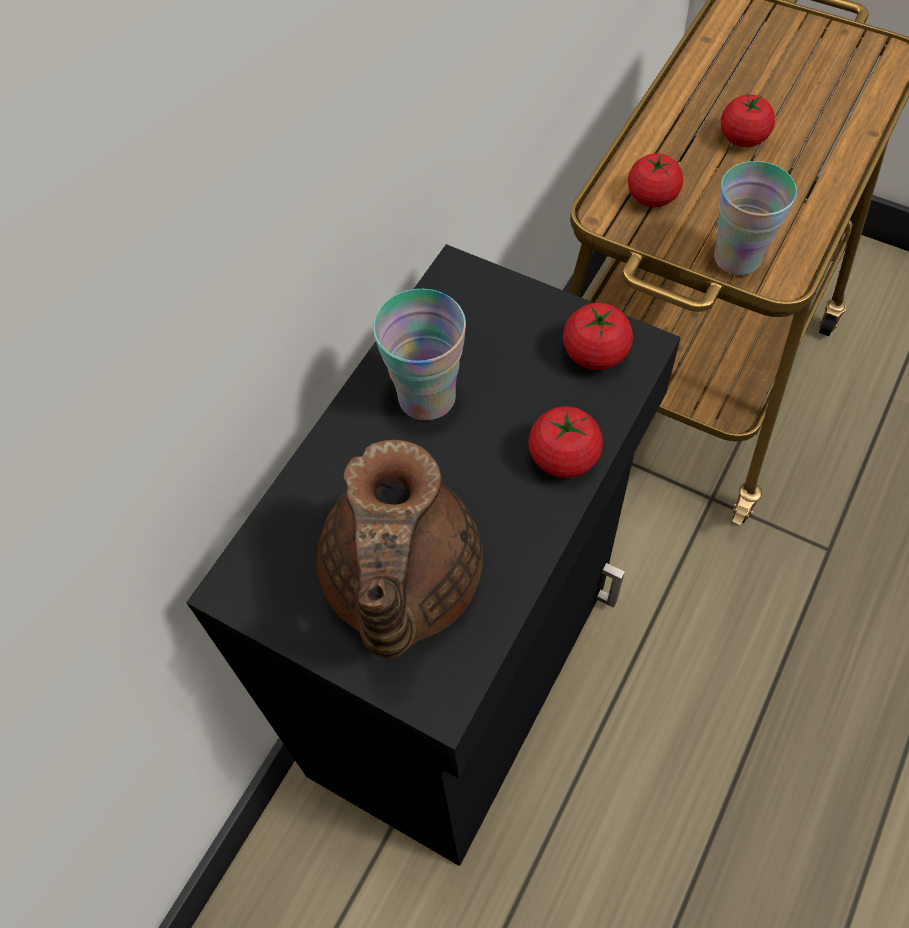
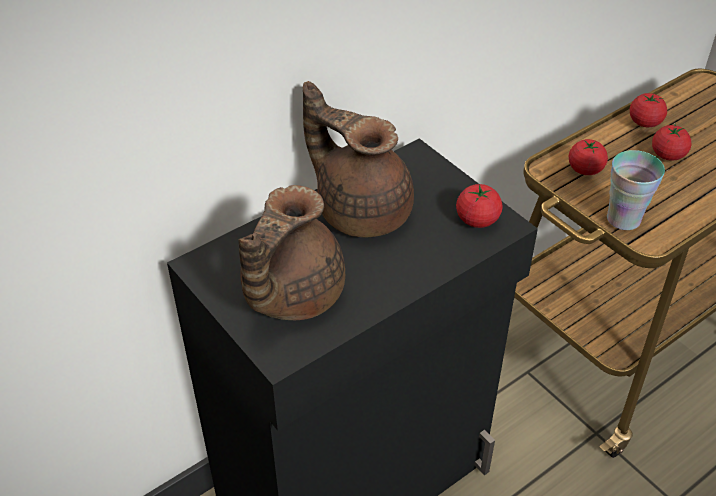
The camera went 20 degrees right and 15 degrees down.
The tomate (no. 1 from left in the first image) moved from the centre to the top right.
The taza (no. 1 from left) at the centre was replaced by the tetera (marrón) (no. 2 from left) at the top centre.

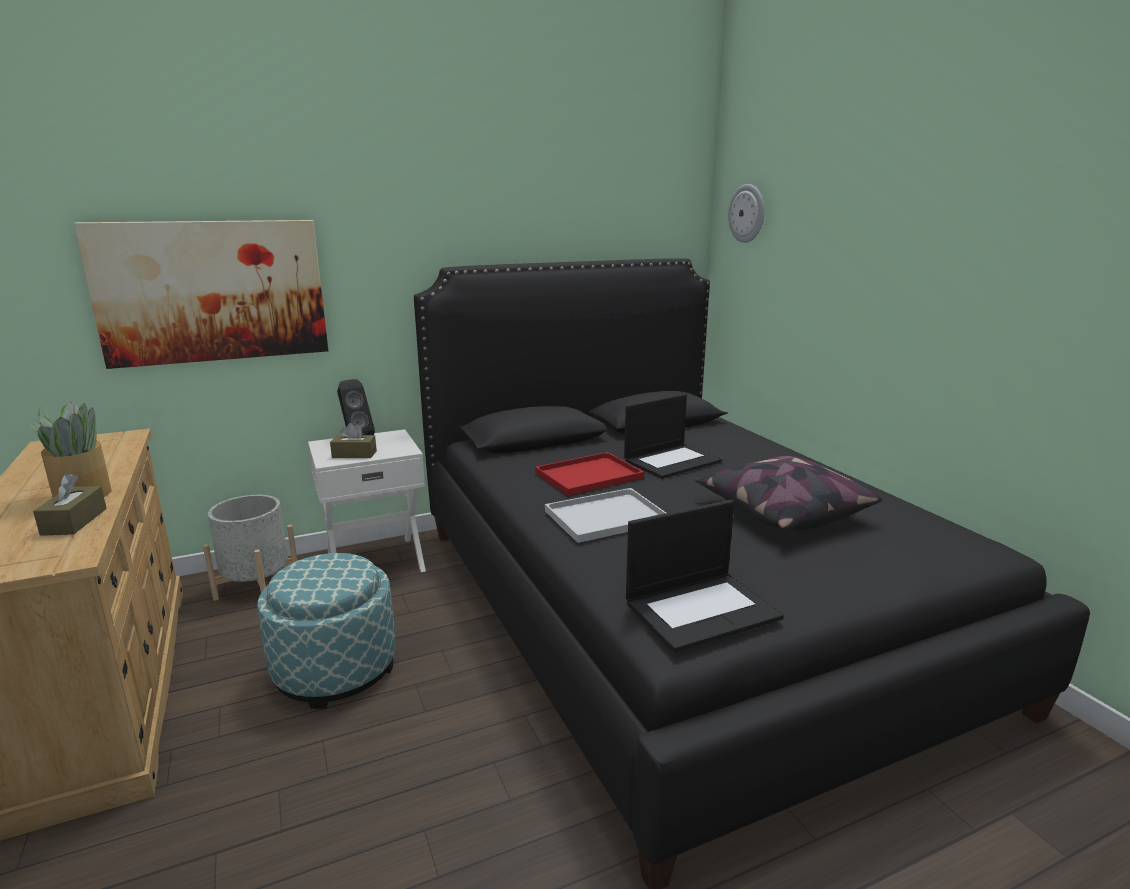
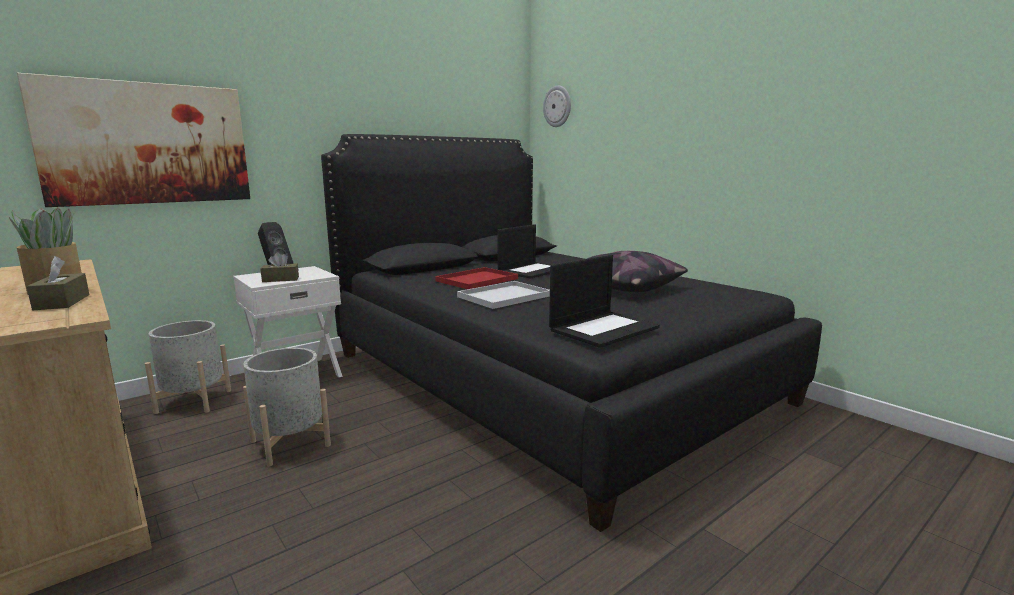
The camera went 15 degrees left and 5 degrees down.
The puf at the bottom left was replaced by the maceta (gris) (no. 2 from left) at the bottom left.

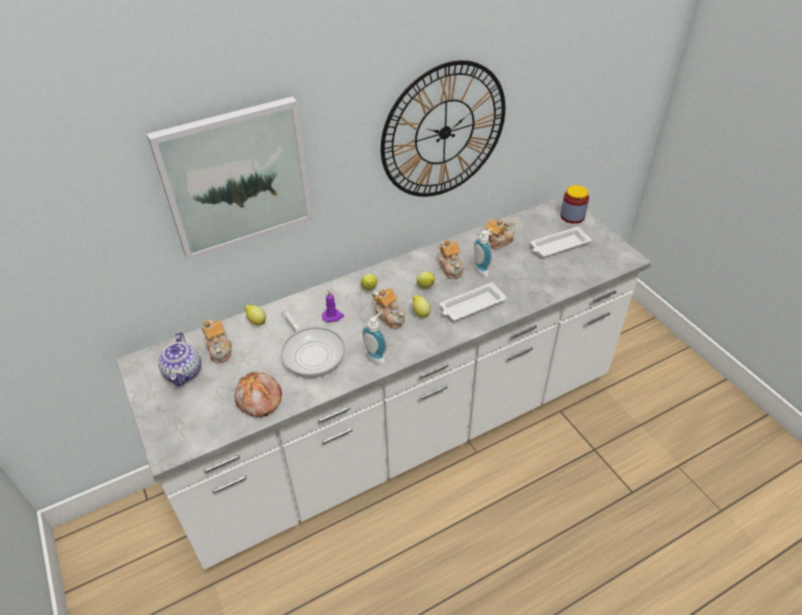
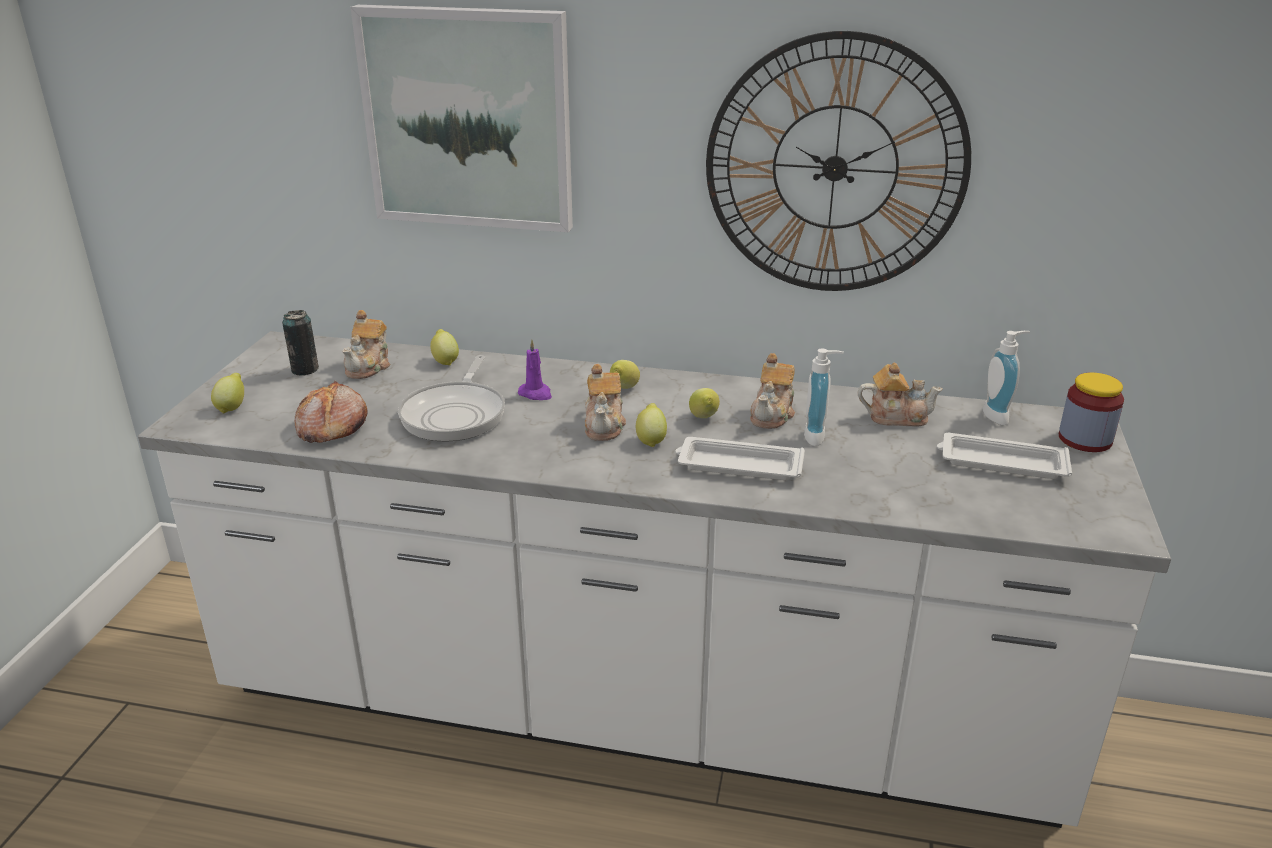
The camera went 40 degrees right and 15 degrees down.
The limón (no. 1 from left) at the middle left appeared.
The dispensador de jabón (no. 1 from left in the first image) moved from the centre to the middle right.
The tetera (no. 1 from left) at the middle left was replaced by the lata at the middle left.

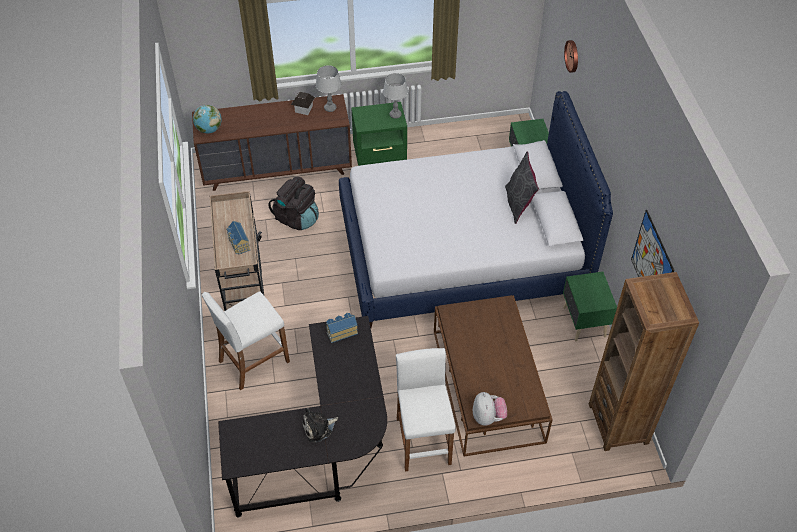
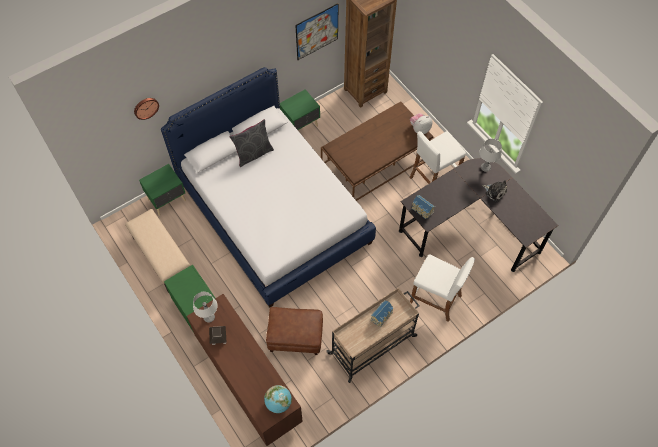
The camera went 115 degrees left and 10 degrees up.
The banco (beis) at the middle left appeared.
The lámpara de mesa (gris) (no. 2 from left) moved from the top centre to the middle right.
The mochila (negro) at the centre was replaced by the puf (marrón) at the bottom centre.

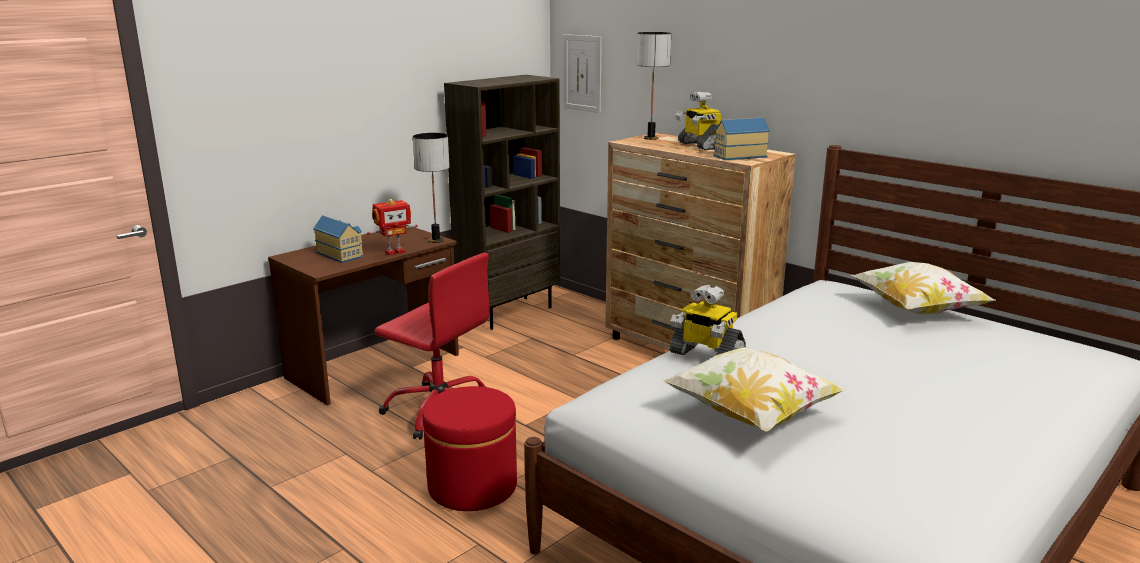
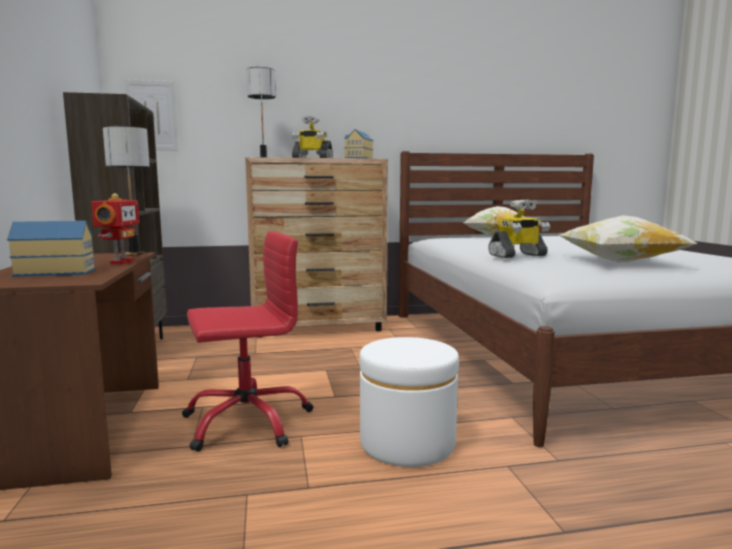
The camera went 55 degrees left and 10 degrees down.
The puf (rojo) at the bottom centre became the puf (blanco) at the bottom centre.

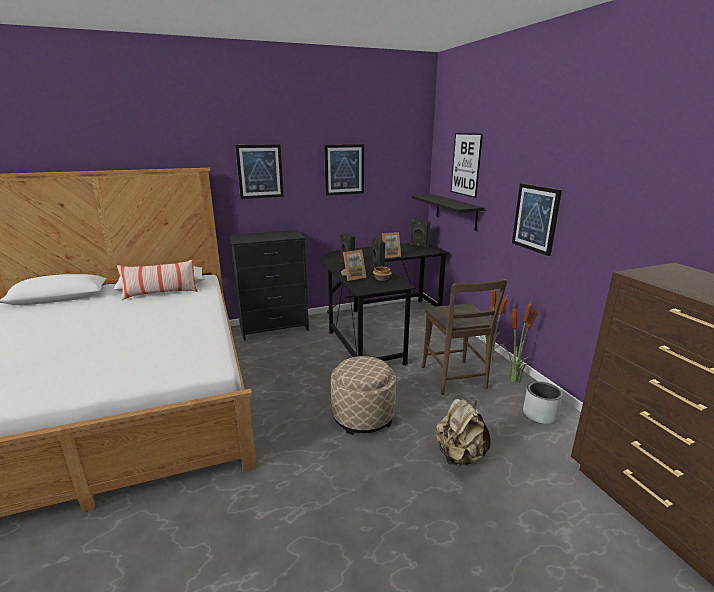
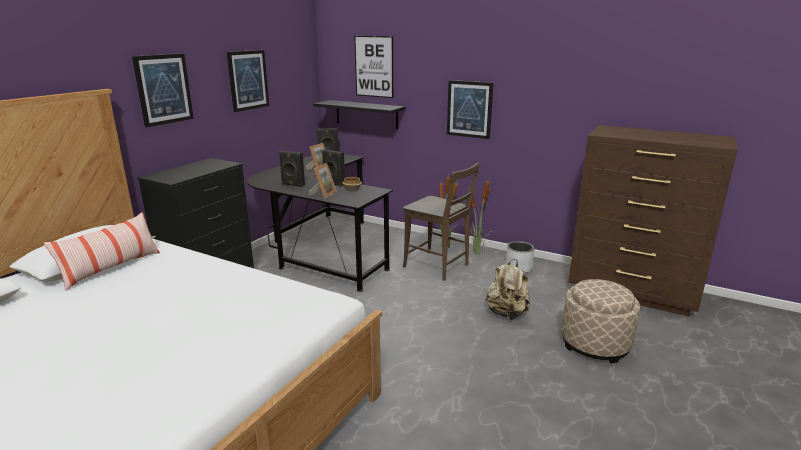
The camera went 40 degrees left and 0 degrees up.
The puf (beis) moved from the bottom centre to the bottom right.

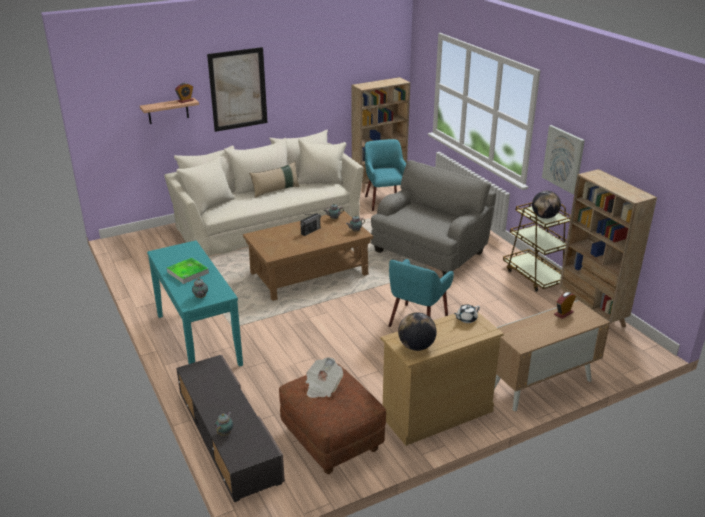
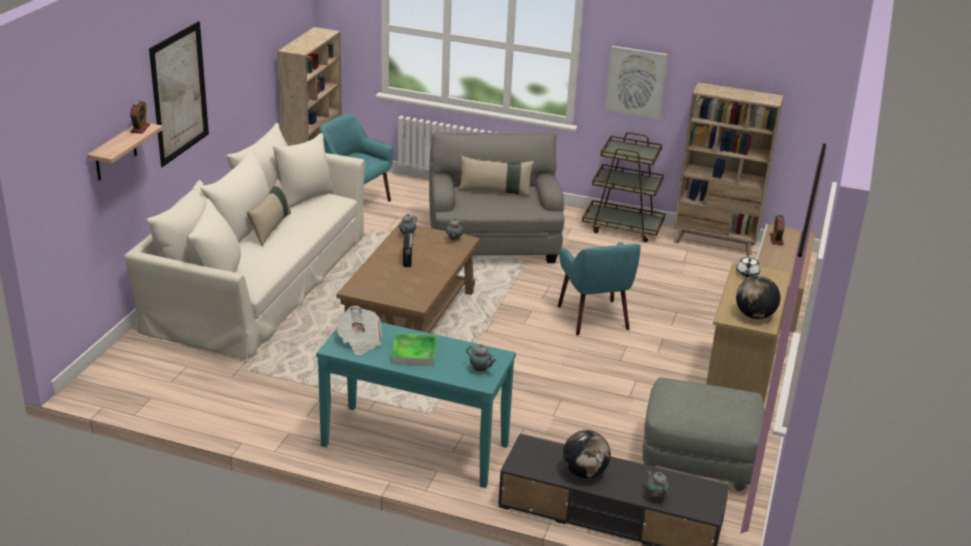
The camera went 45 degrees left and 0 degrees up.
The cojín (beis) (no. 2 from left) at the top centre appeared.
The periódico moved from the bottom centre to the centre.
The globo terráqueo (no. 2 from left in the first image) moved from the middle right to the bottom centre.
The puf (marrón) at the bottom centre became the puf (gris) at the bottom right.

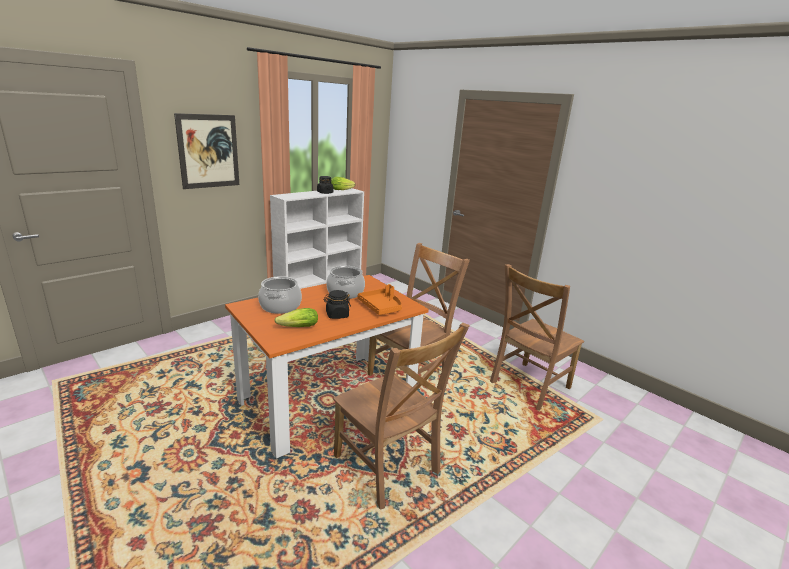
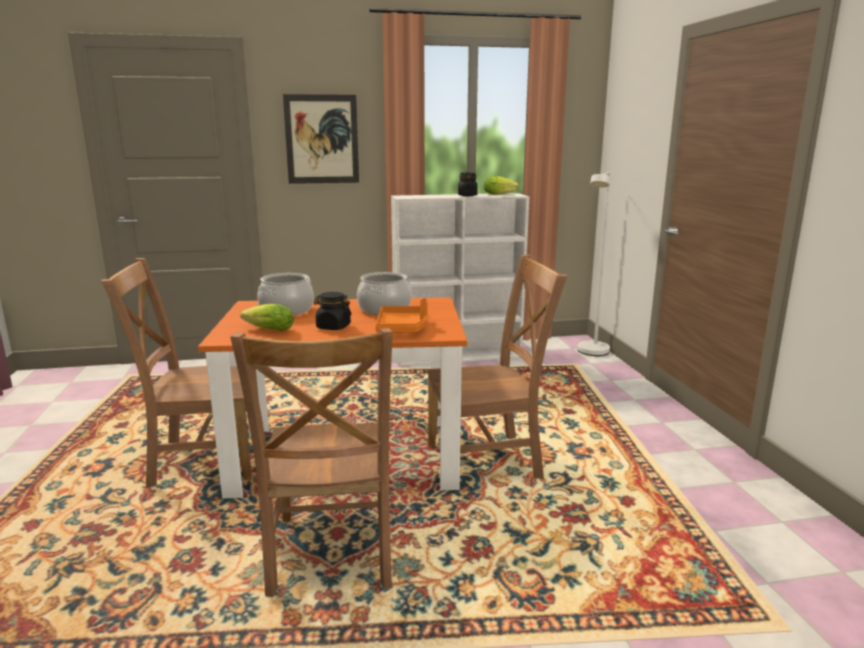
The camera went 35 degrees right and 5 degrees down.
The lámpara de pie (blanco) at the middle right appeared.
The silla (marrón) (no. 3 from left in the first image) moved from the middle right to the middle left.

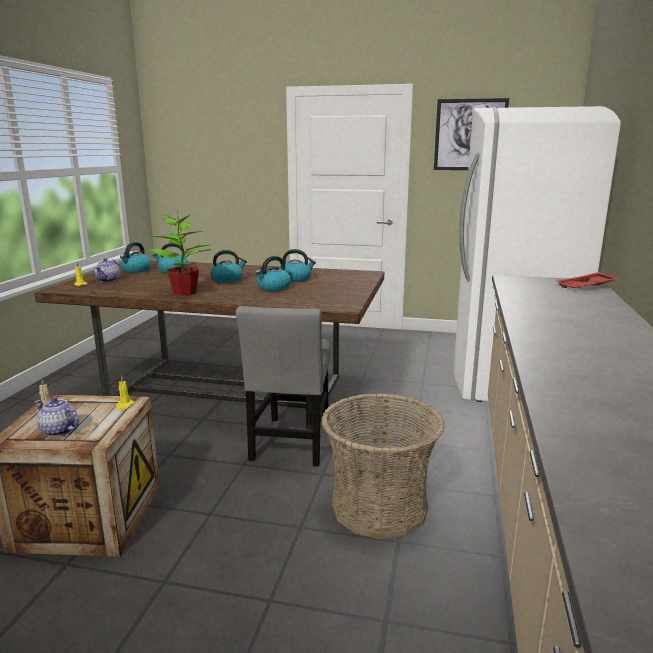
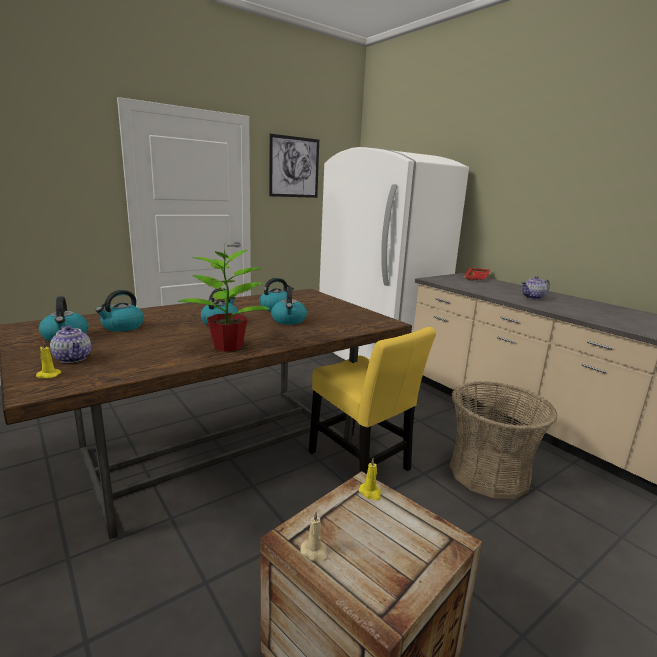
The camera went 50 degrees left and 0 degrees up.
The tetera (no. 1 from left in the first image) moved from the middle left to the middle right.
The silla (gris) at the centre became the silla (amarillo) at the centre.

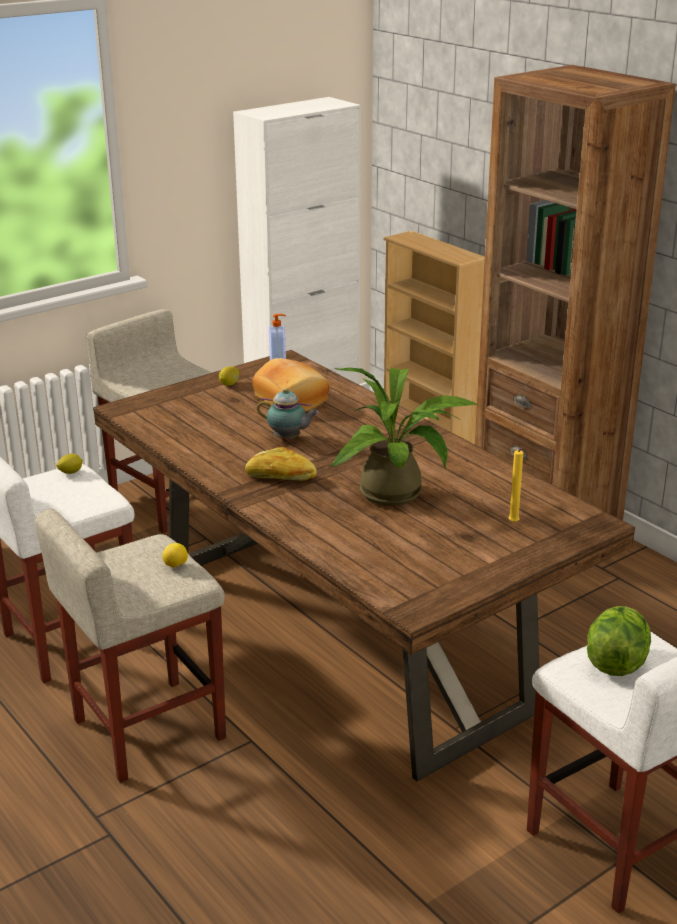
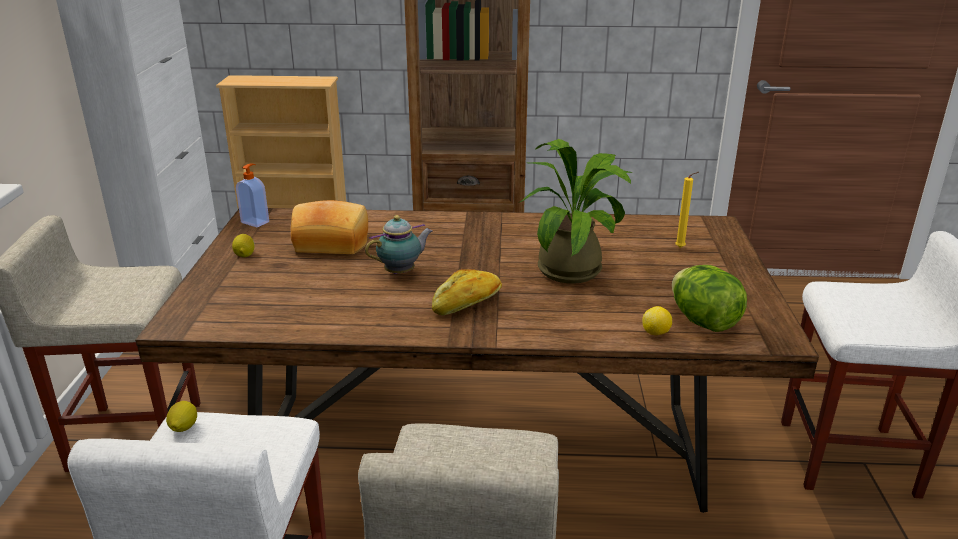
The camera went 50 degrees left and 0 degrees up.
The limón (no. 2 from left in the first image) moved from the middle left to the middle right.
The lechuga moved from the bottom right to the middle right.

